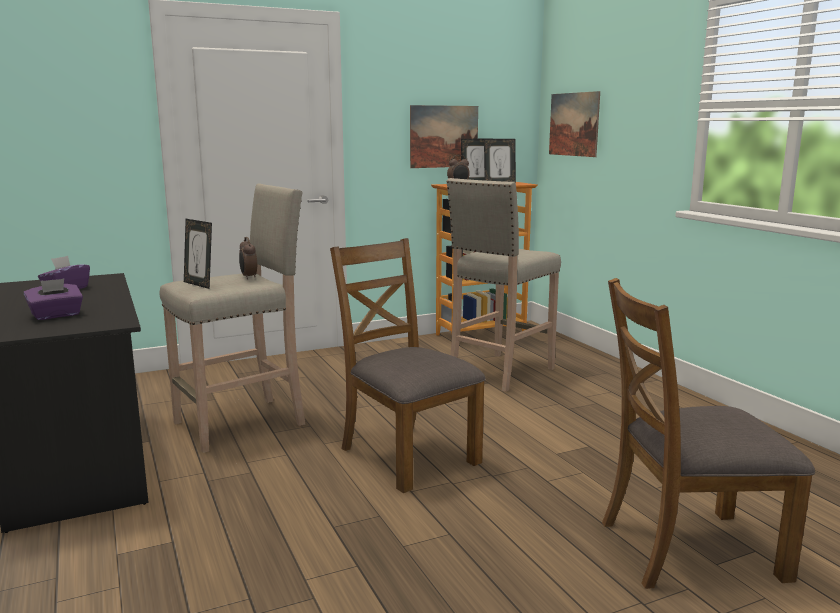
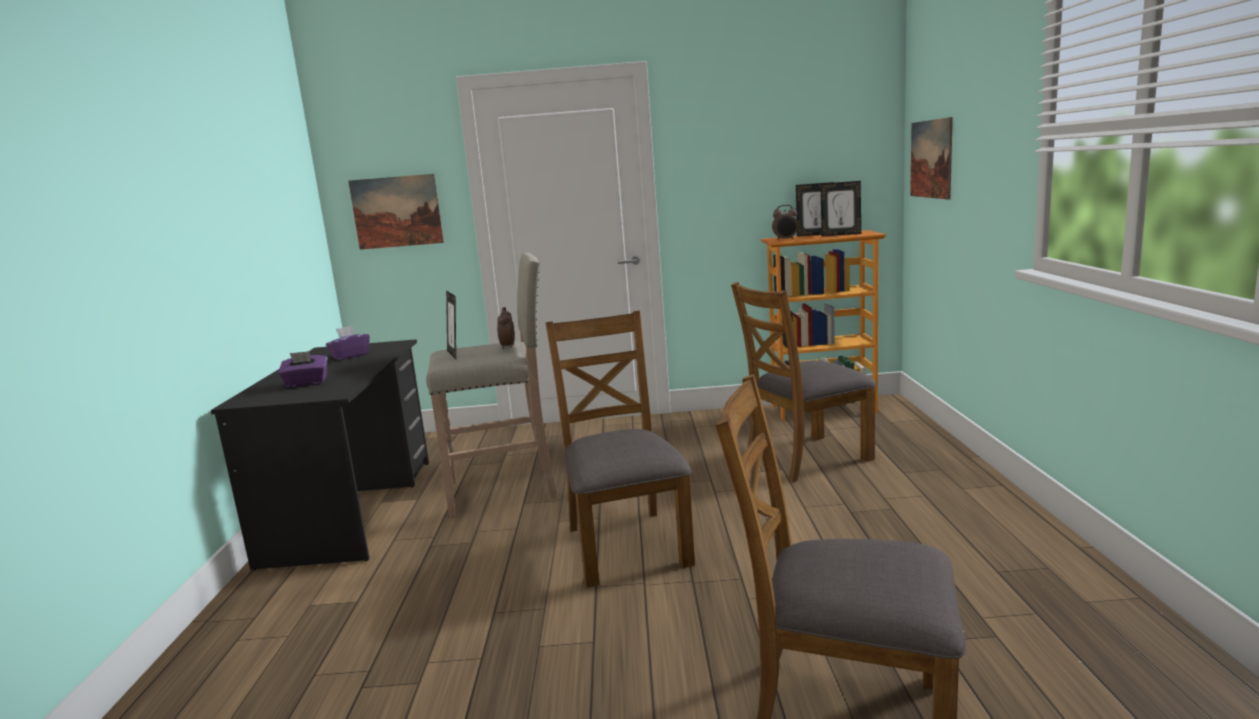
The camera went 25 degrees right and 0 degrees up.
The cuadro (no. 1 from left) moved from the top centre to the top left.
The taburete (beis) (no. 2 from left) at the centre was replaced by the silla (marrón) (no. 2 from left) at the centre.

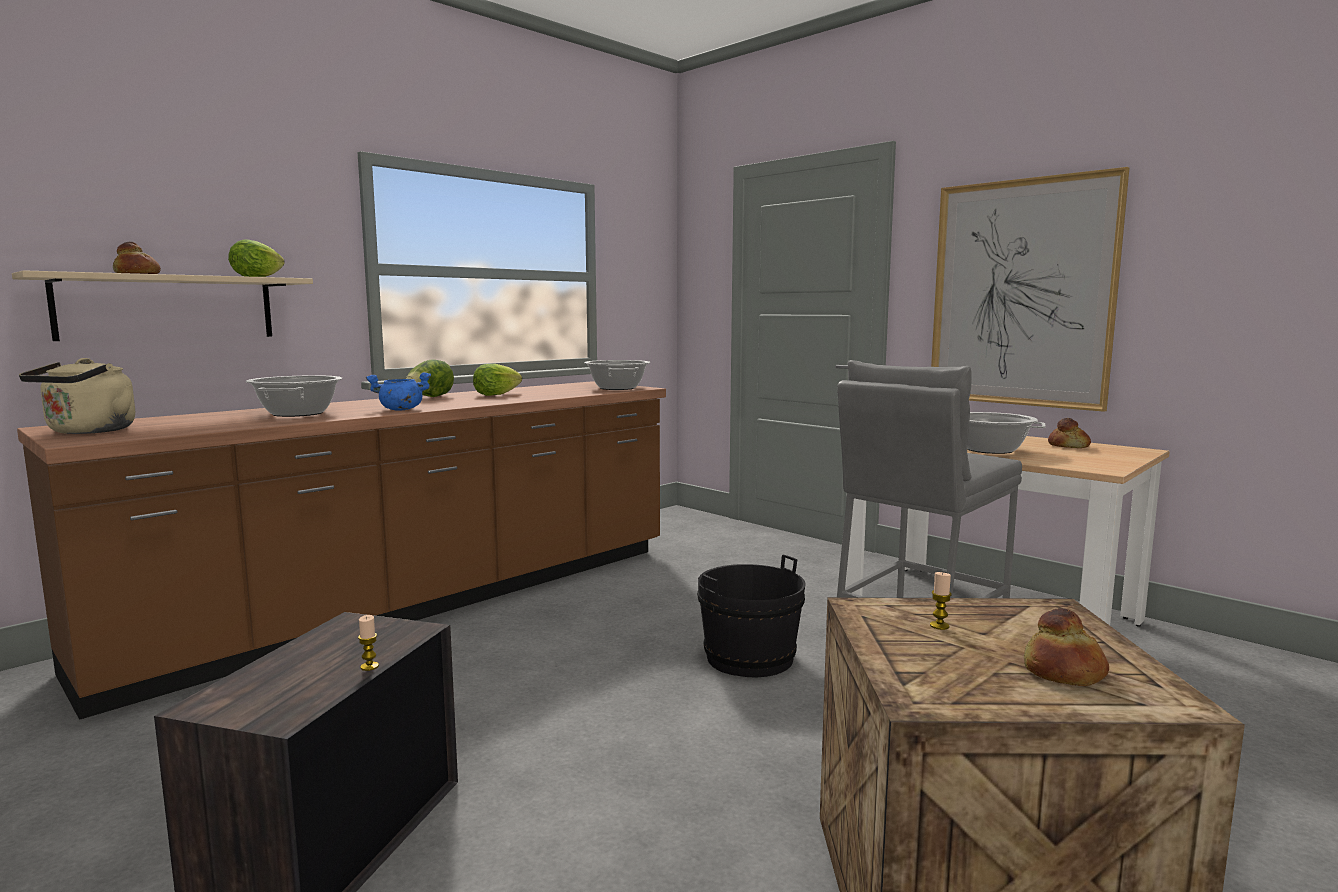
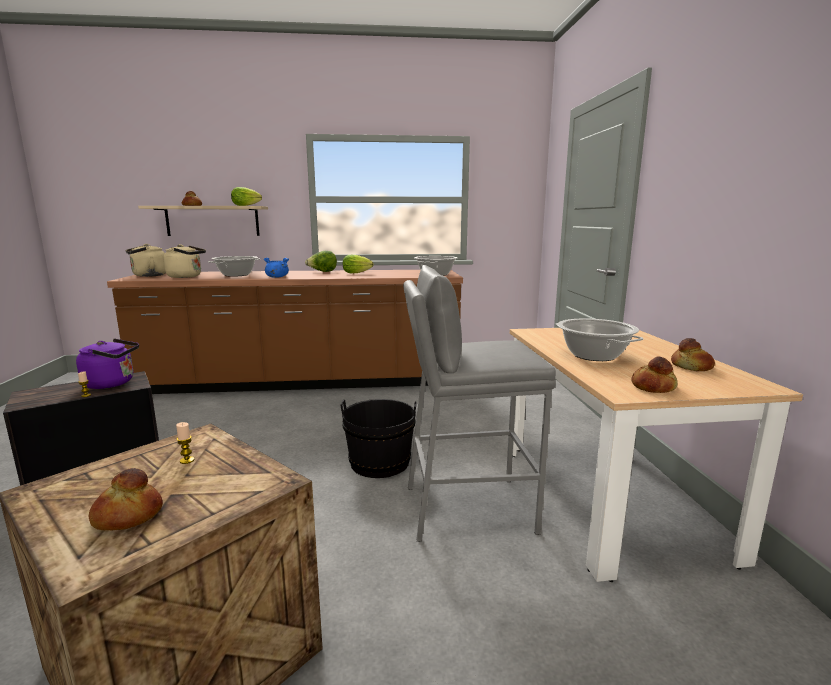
The camera went 40 degrees right and 5 degrees up.
The cuadro at the top right disappeared.
The hervidor (morado) at the middle left appeared.
The hervidor (beis) (no. 2 from left) at the middle left appeared.
The pan (no. 3 from left) at the middle right appeared.

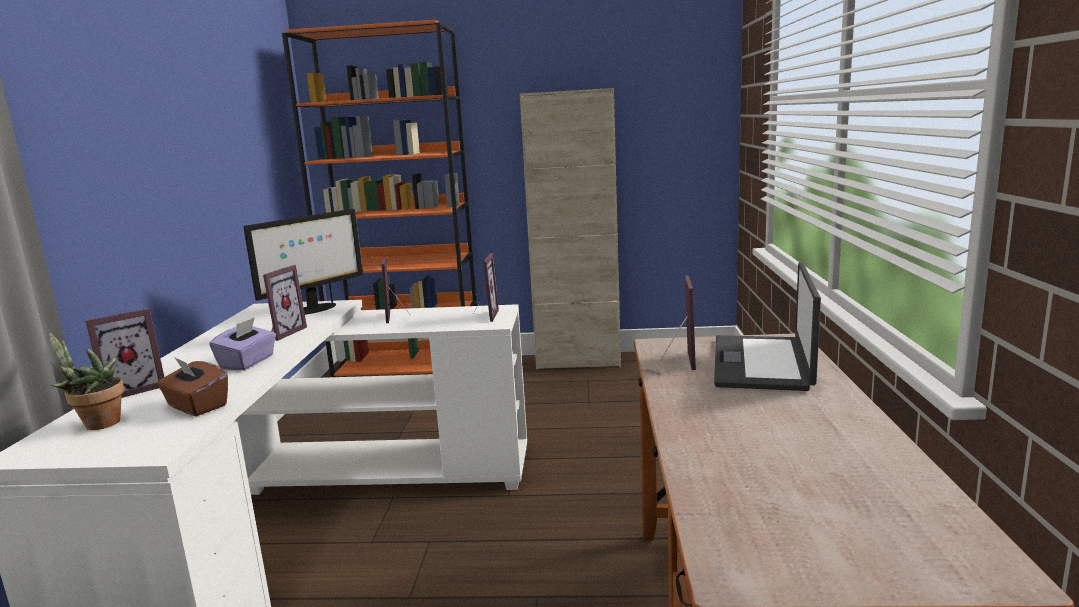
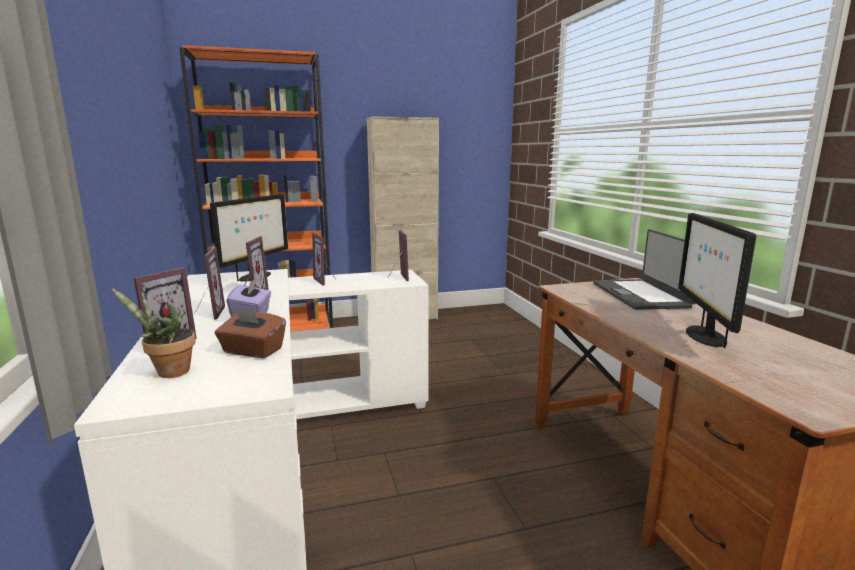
The camera went 20 degrees left and 0 degrees up.
The monitor (no. 2 from left) at the middle right appeared.
The portarretratos (no. 5 from left in the first image) moved from the centre to the middle left.

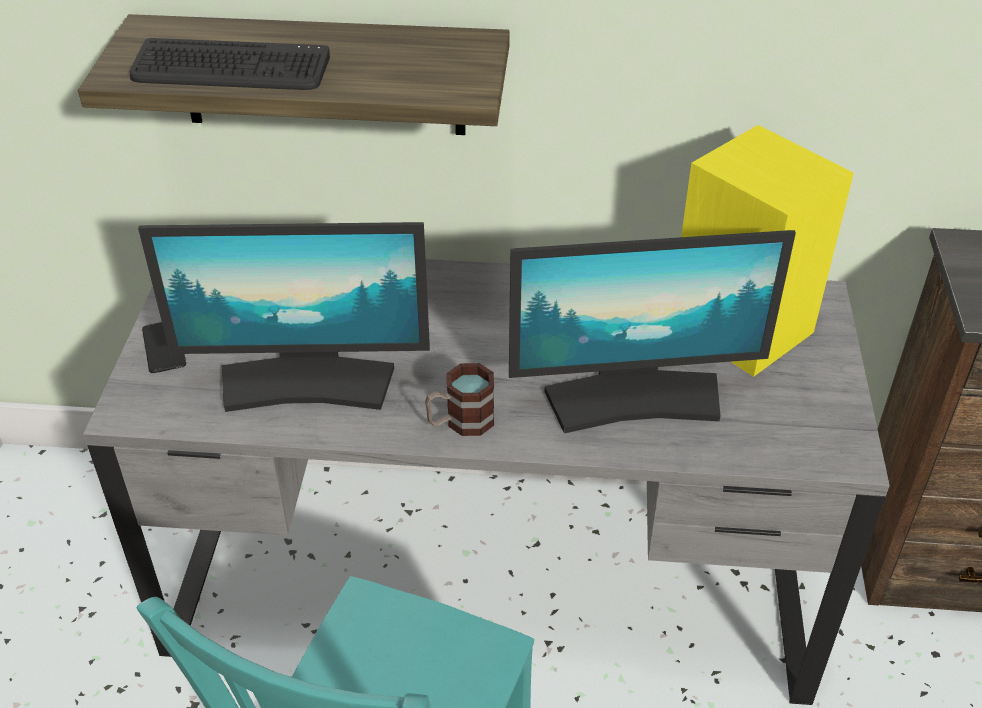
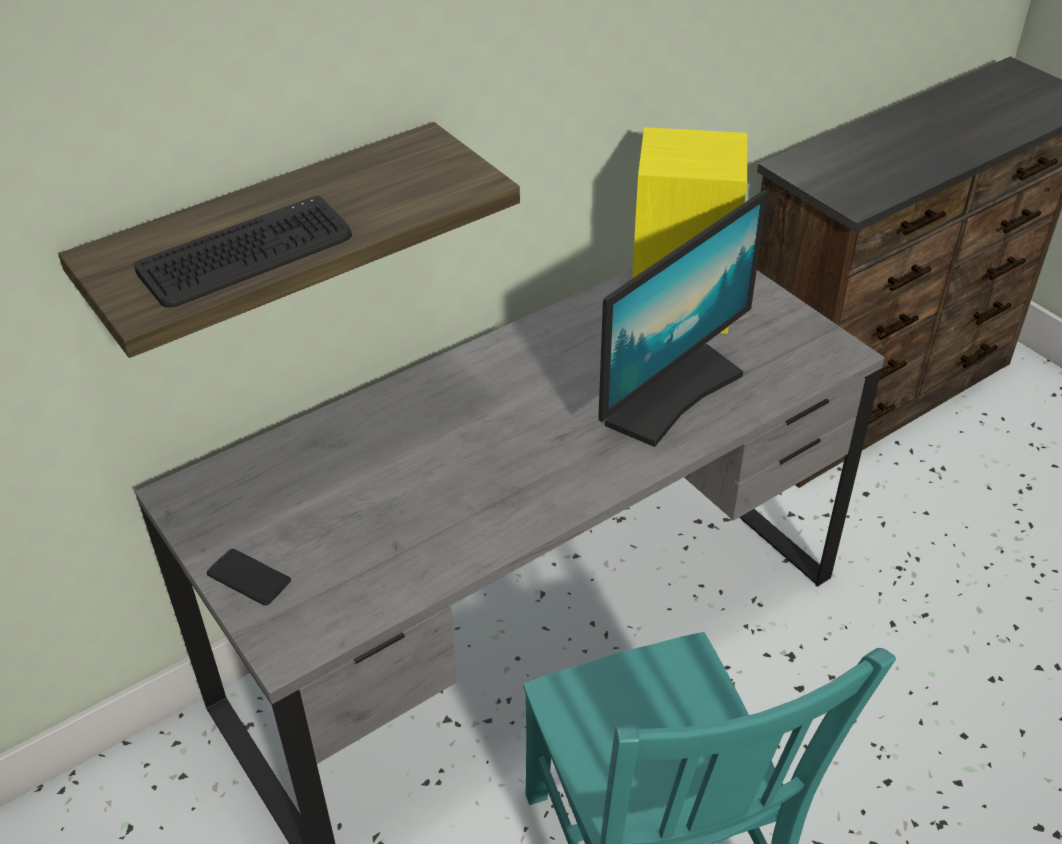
The camera went 40 degrees left and 0 degrees up.
The monitor (no. 1 from left) at the middle left disappeared.
The taza grande at the centre disappeared.

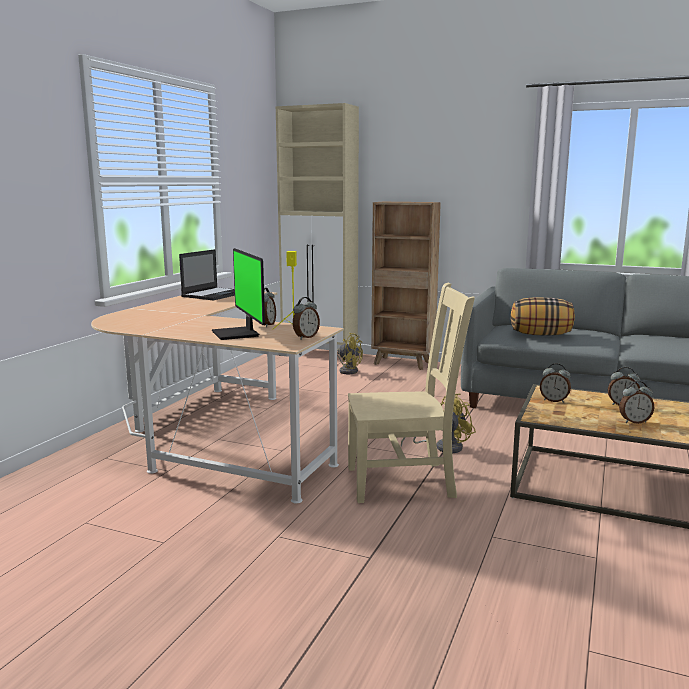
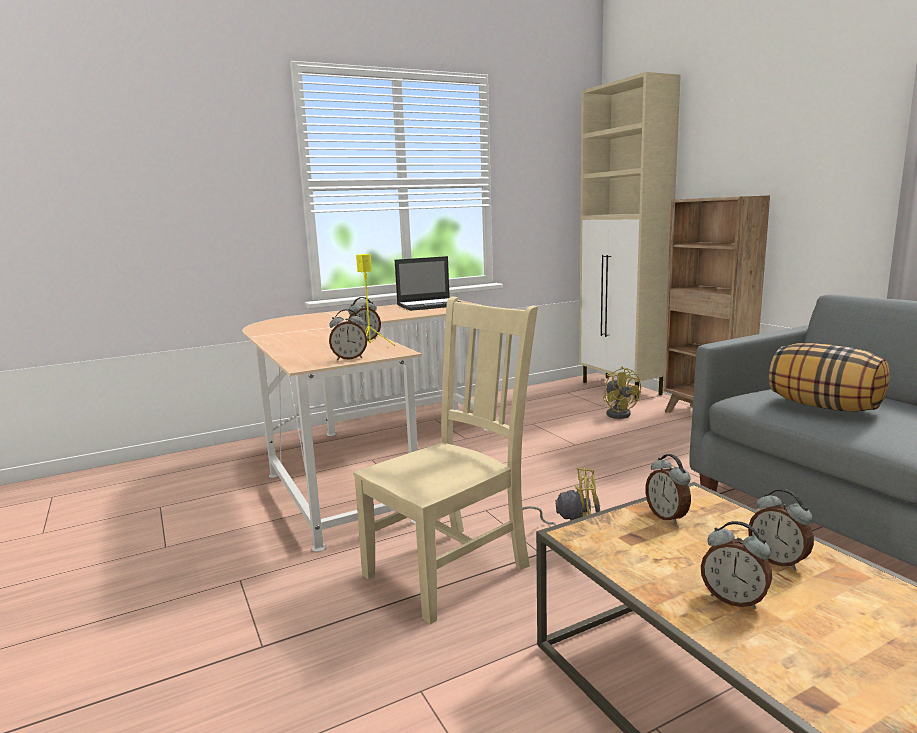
The camera went 40 degrees right and 0 degrees up.
The monitor at the centre disappeared.
The silla (beis) at the centre turned 75 degrees counterclockwise.

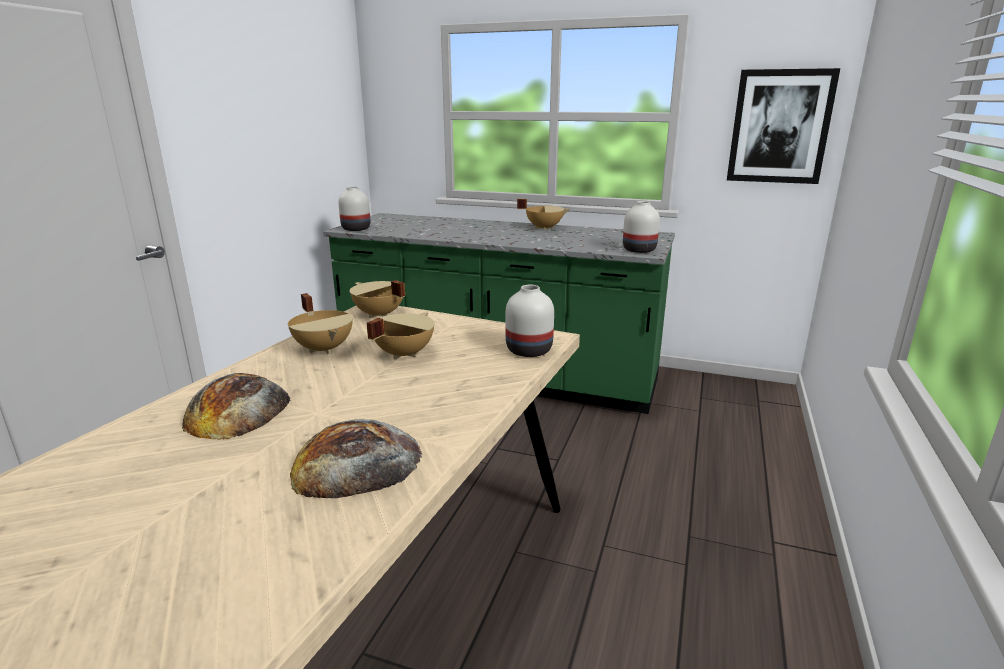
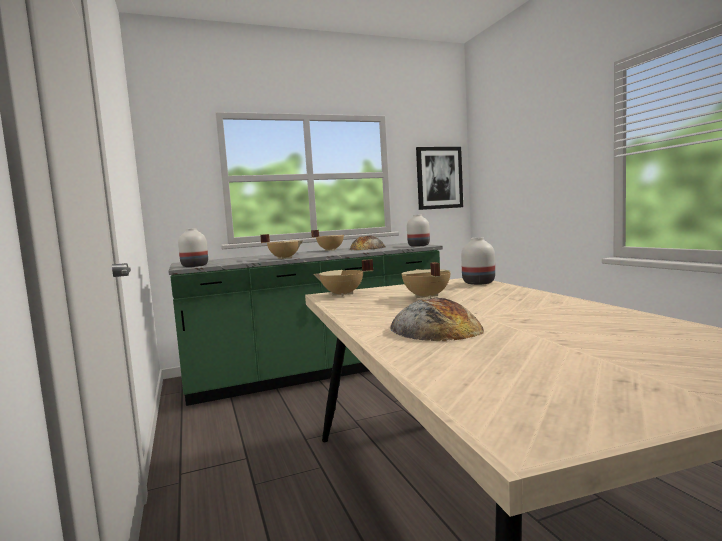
The camera went 40 degrees left and 15 degrees down.
The olla (beis) (no. 1 from left) moved from the middle left to the centre.
The pan (no. 2 from left in the first image) moved from the bottom centre to the centre.

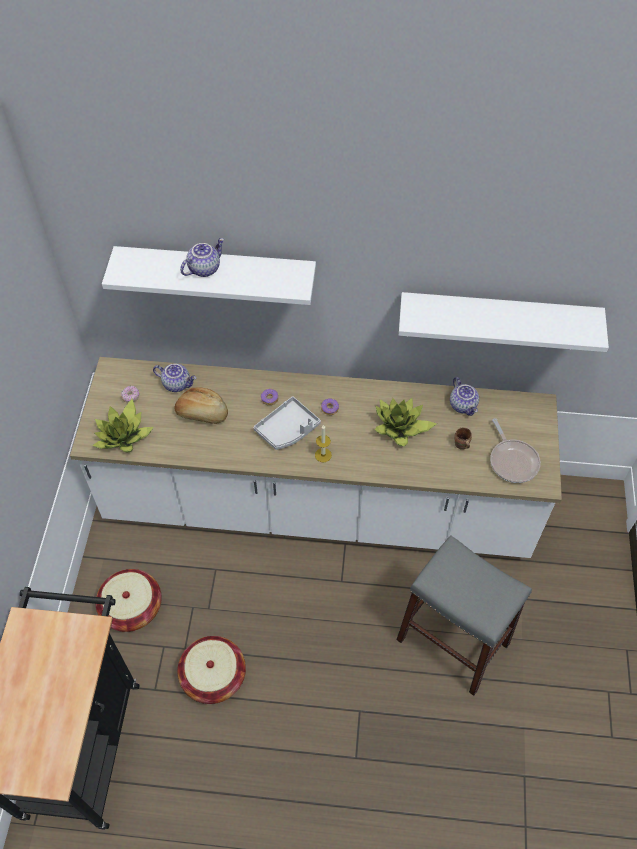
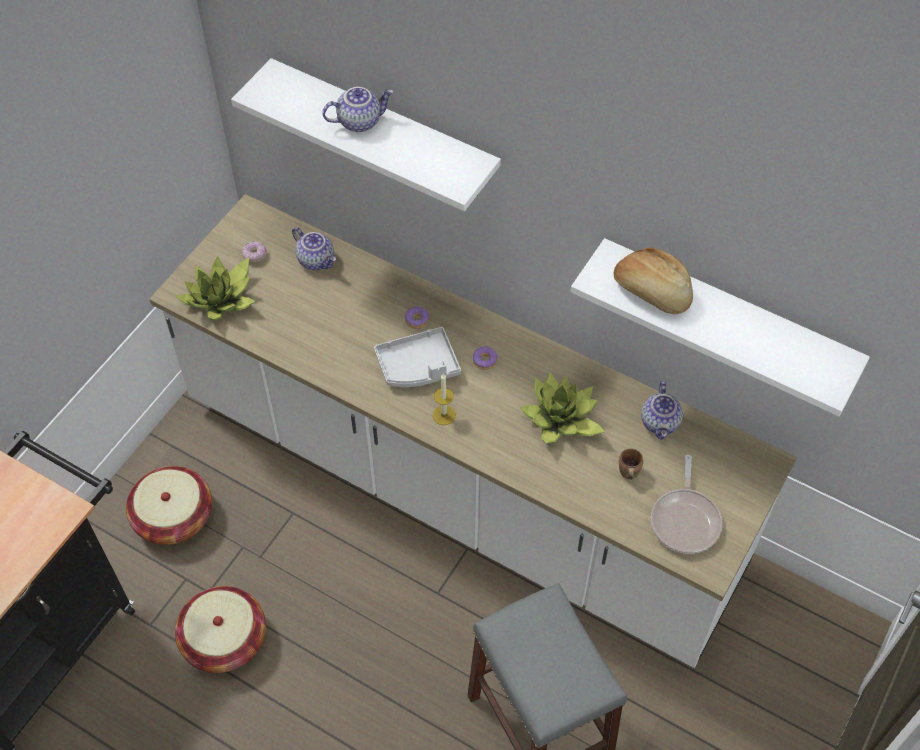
The camera went 25 degrees right and 0 degrees up.
The pan moved from the middle left to the middle right.

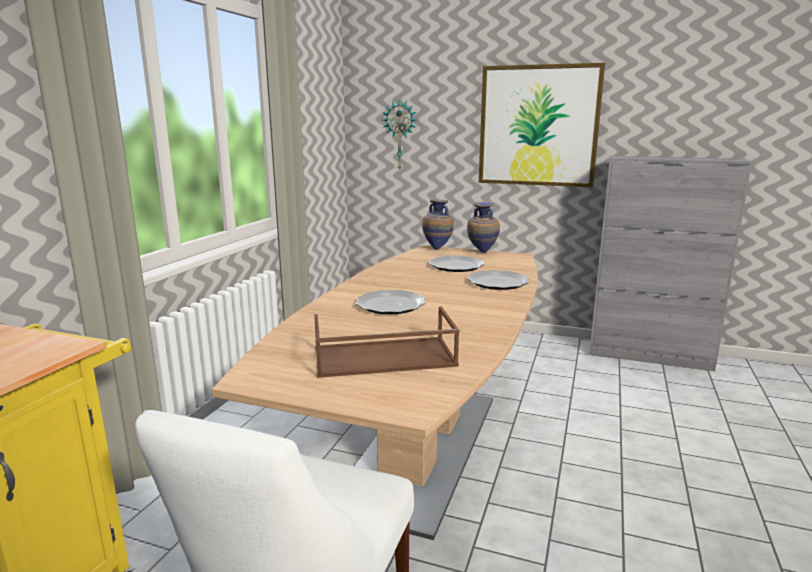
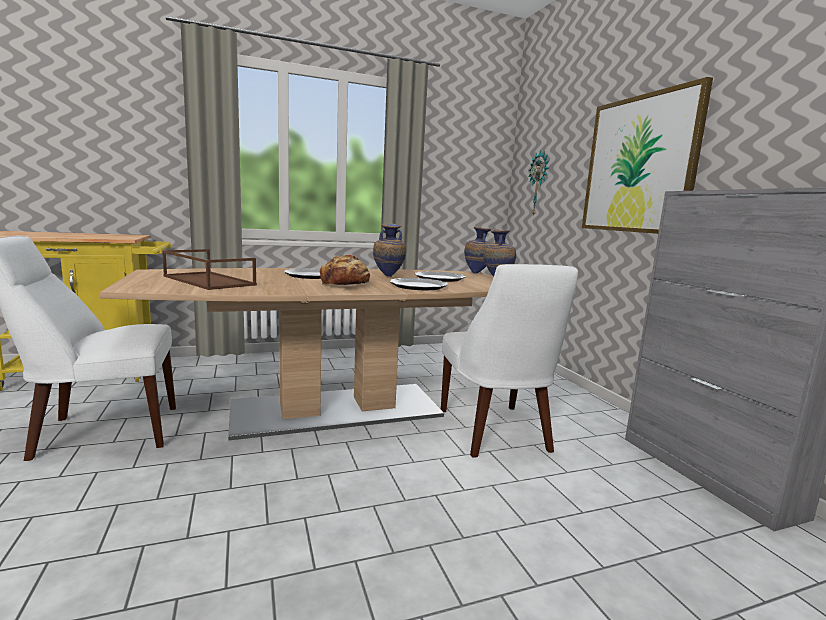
The camera went 50 degrees right and 5 degrees down.
The pan at the centre appeared.
The florero (no. 1 from left) at the centre appeared.
The silla (blanco) (no. 2 from left) at the centre appeared.

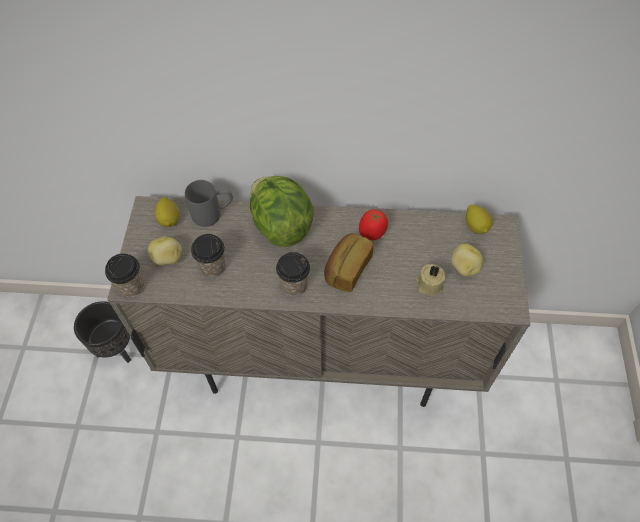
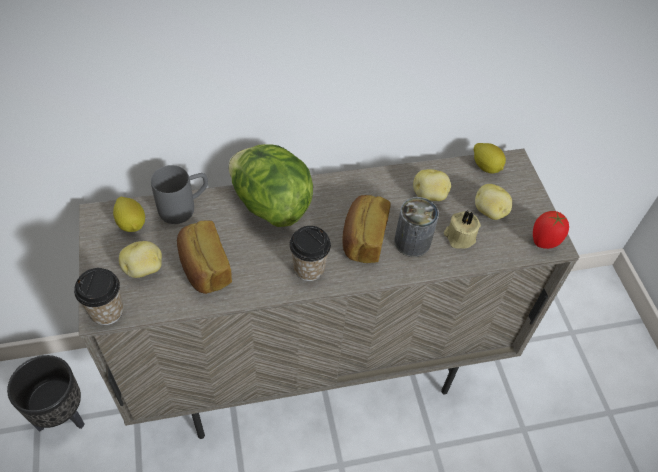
The camera went 20 degrees left and 5 degrees down.
The lata at the centre appeared.
The patata (no. 2 from left) at the centre appeared.
The tomate moved from the centre to the middle right.
The taza (no. 2 from left) at the middle left was replaced by the pan (no. 1 from left) at the middle left.

